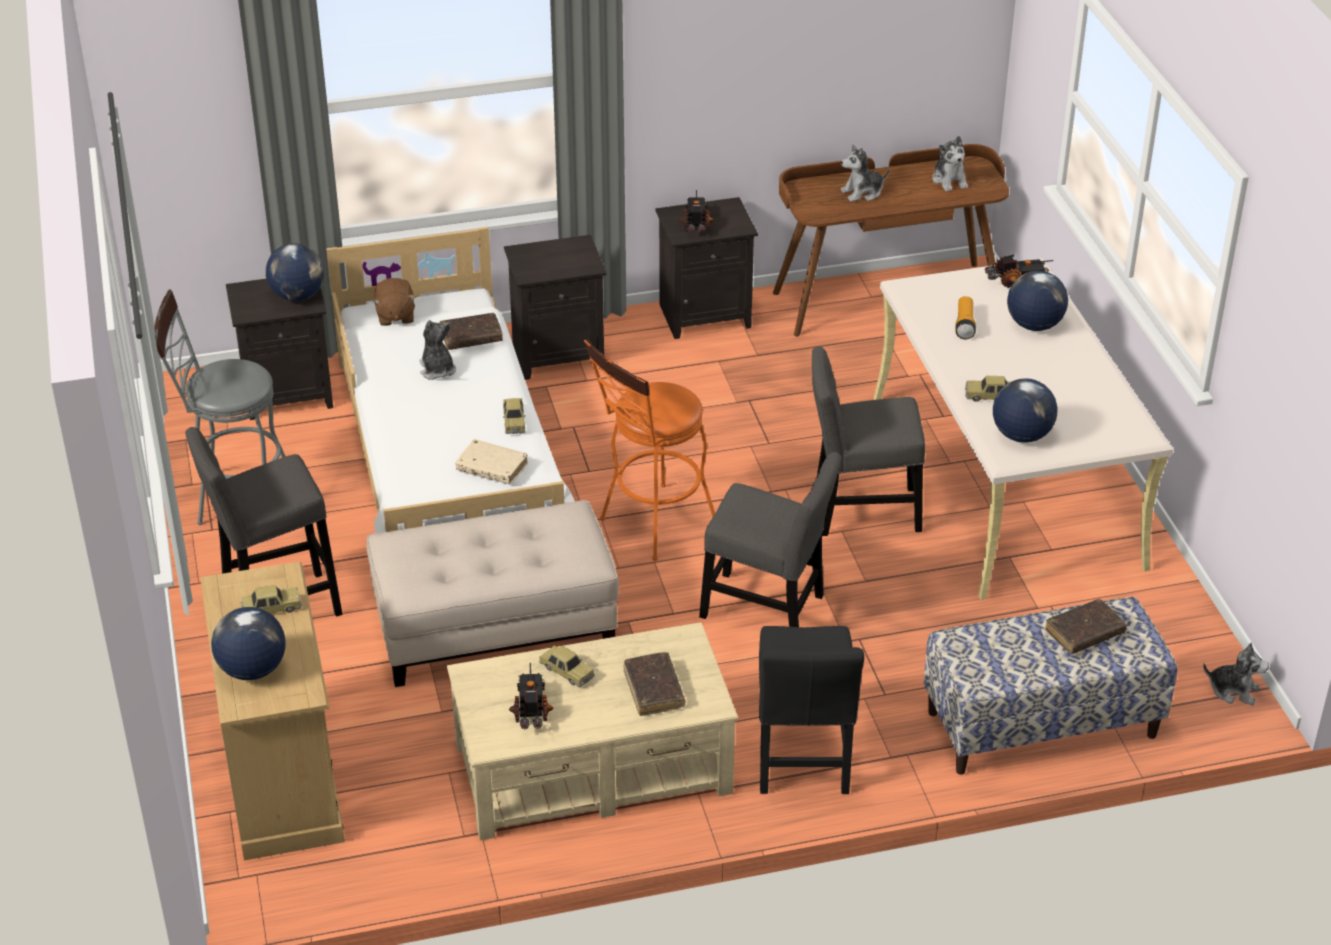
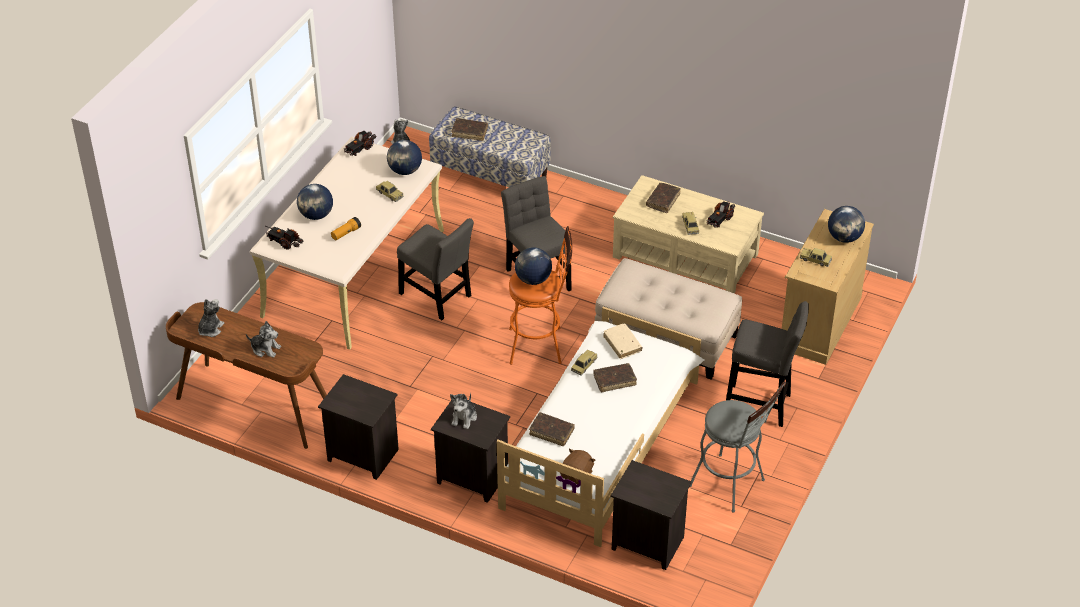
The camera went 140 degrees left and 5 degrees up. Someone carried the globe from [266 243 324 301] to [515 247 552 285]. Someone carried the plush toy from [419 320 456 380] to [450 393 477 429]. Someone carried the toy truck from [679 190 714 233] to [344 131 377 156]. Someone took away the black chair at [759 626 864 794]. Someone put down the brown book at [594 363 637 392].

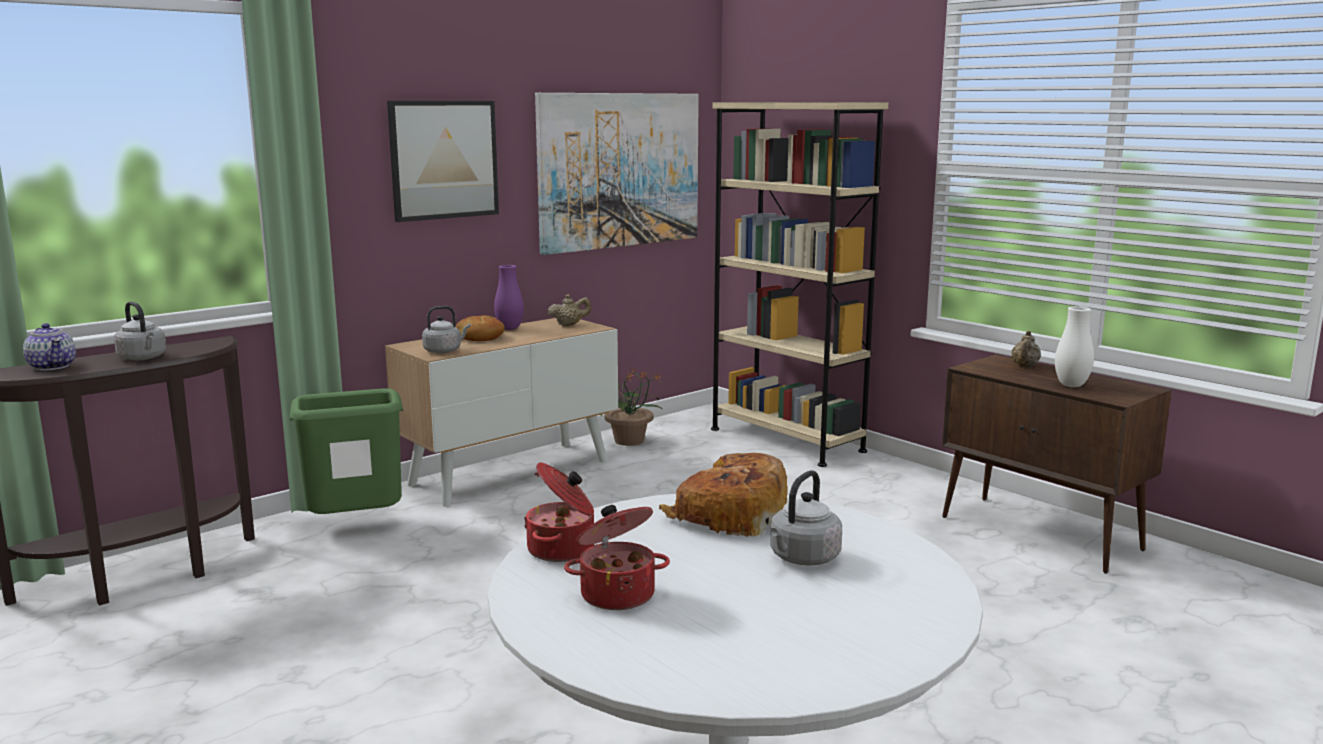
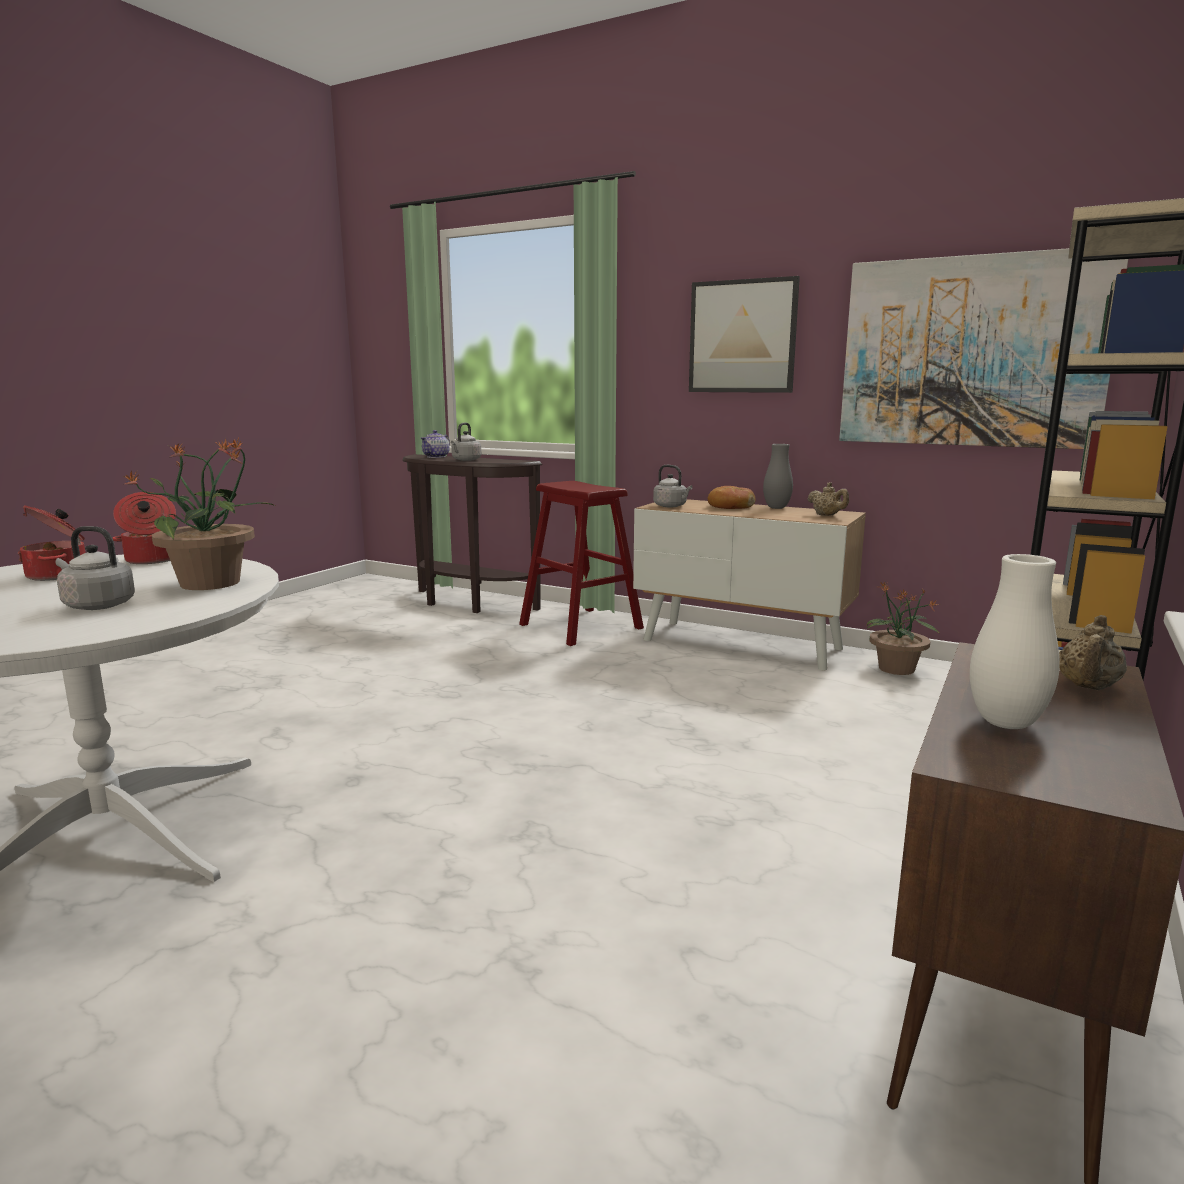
The camera went 70 degrees right and 0 degrees up. Someone swapped the green trash can at [290 388 403 514] for the red stool at [519 481 644 646]. Someone repainted the purple vase at [494 265 524 330], which became the grey vase at [763 444 793 509]. Someone swapped the bread at [659 453 788 537] for the potted plant at [124 438 275 590]. Someone rotated the beige teapot at [1011 331 1041 367] by 60 degrees counterclockwise.

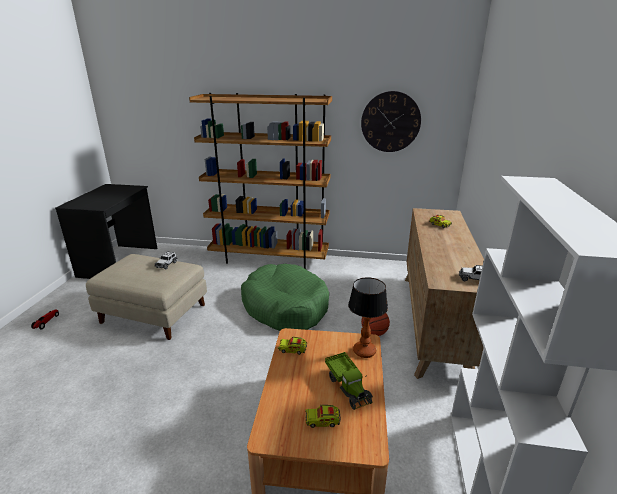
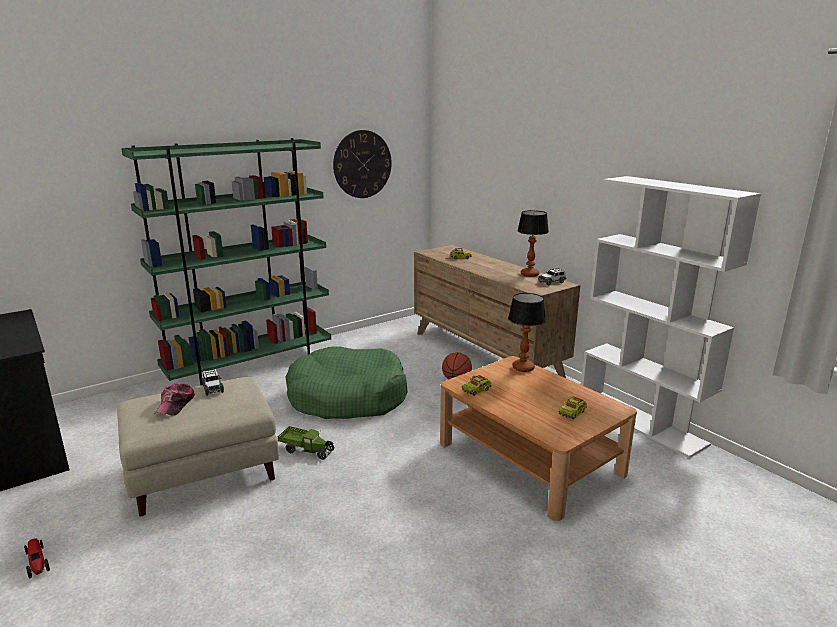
The camera went 45 degrees left and 5 degrees down. Someone repainted the brown bookcase at [189 93 332 269], which became the green bookcase at [121 138 331 385]. Someone carried the toy truck from [325 352 373 410] to [278 426 335 460]. Someone put down the cap at [154 383 195 416]. Someone put down the table lamp at [517 210 549 277].

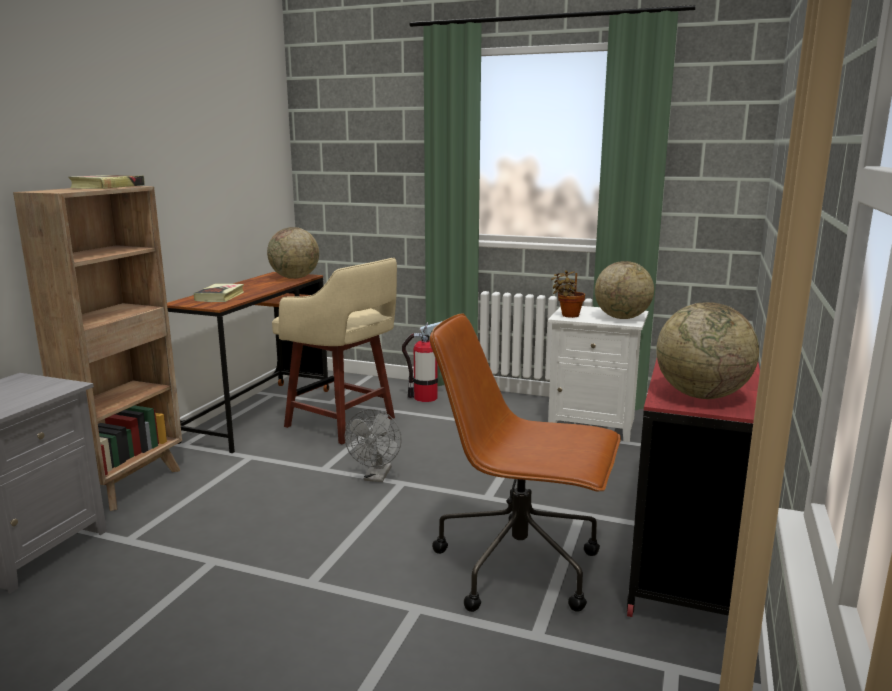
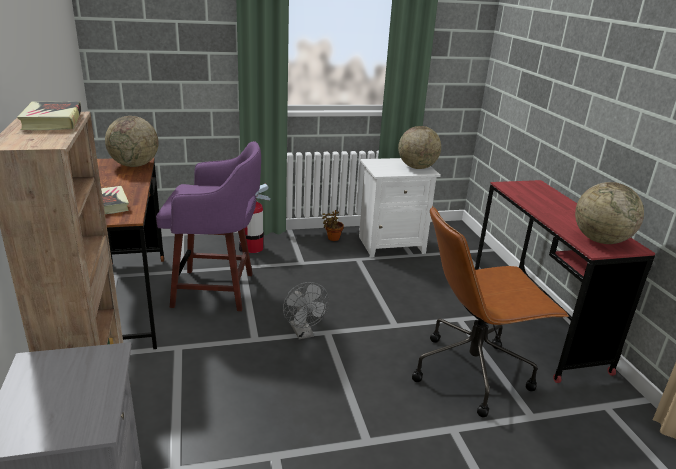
The camera went 35 degrees left and 10 degrees up. Someone repainted the beige stool at [272 258 397 444], which became the purple stool at [156 141 261 311]. Someone carried the potted plant from [551 270 585 318] to [322 210 344 241].

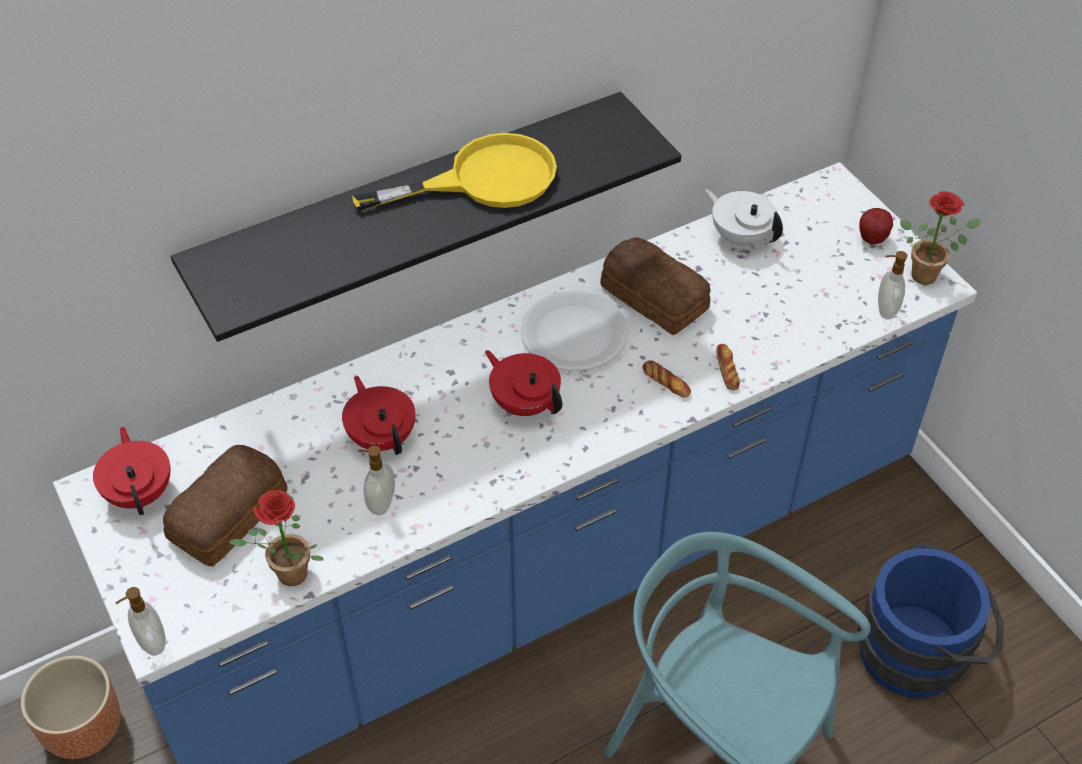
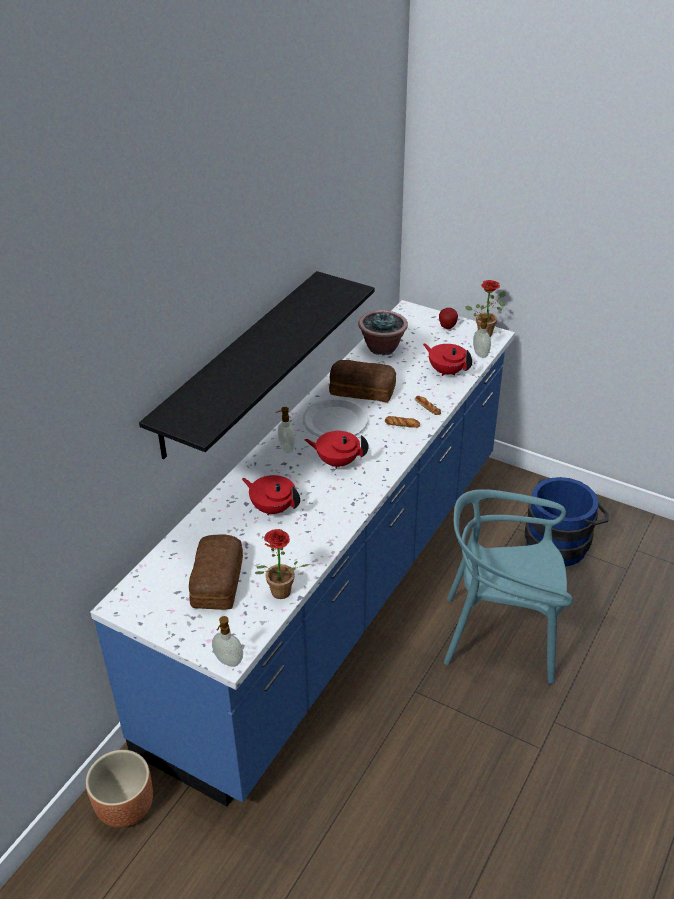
The camera went 30 degrees left and 10 degrees down. Someone carried the red teapot from [93 427 170 515] to [423 344 472 376]. Someone took away the yellow frying pan at [352 133 557 211]. Someone carried the soap dispenser from [358 446 395 515] to [276 407 295 453]. Someone swapped the white teapot at [705 189 783 245] for the potted plant at [358 310 408 355].

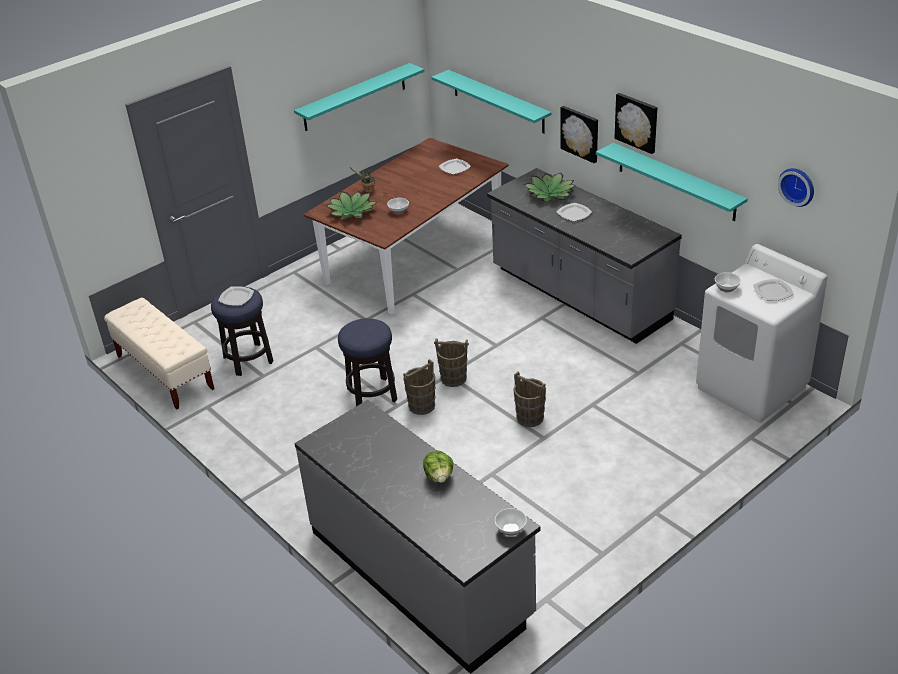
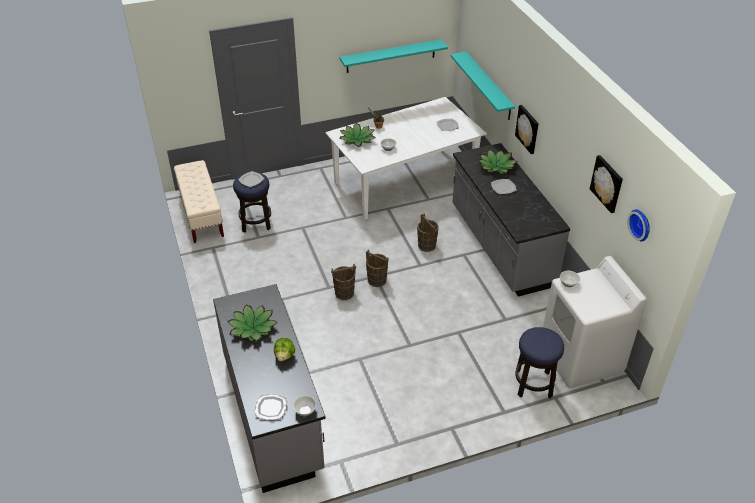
The camera went 20 degrees right and 5 degrees up. Someone repainted the brown dining table at [304 138 509 315], which became the white dining table at [325 97 487 219]. Someone carried the stool from [338 318 397 406] to [515 327 564 398]. Someone carried the brown bucket from [513 371 546 427] to [417 213 439 252]. Someone took away the turquoise shelf at [596 143 748 221]. Someone carried the picture from [615 93 658 154] to [590 155 623 213]. Someone carried the plate from [753 279 794 301] to [255 394 287 420]. Someone put down the potted plant at [227 304 278 342].

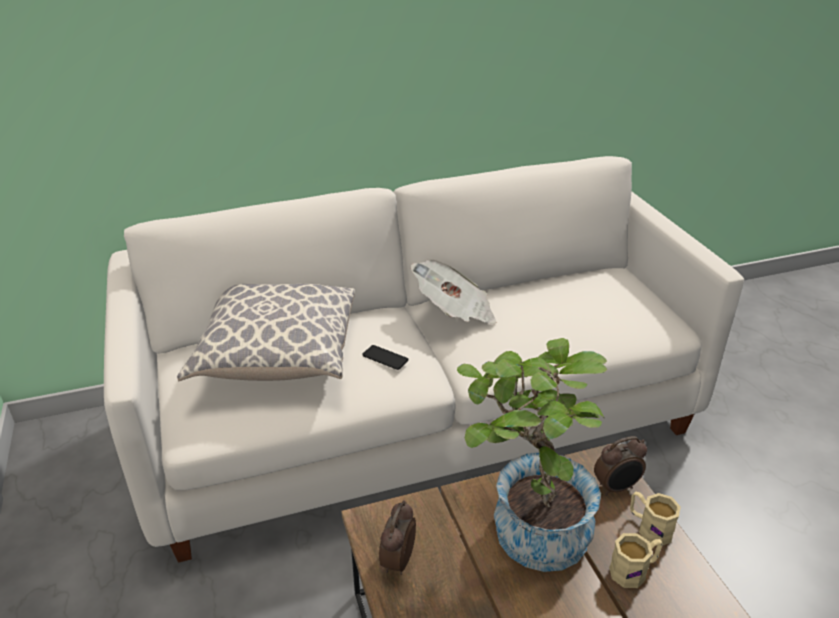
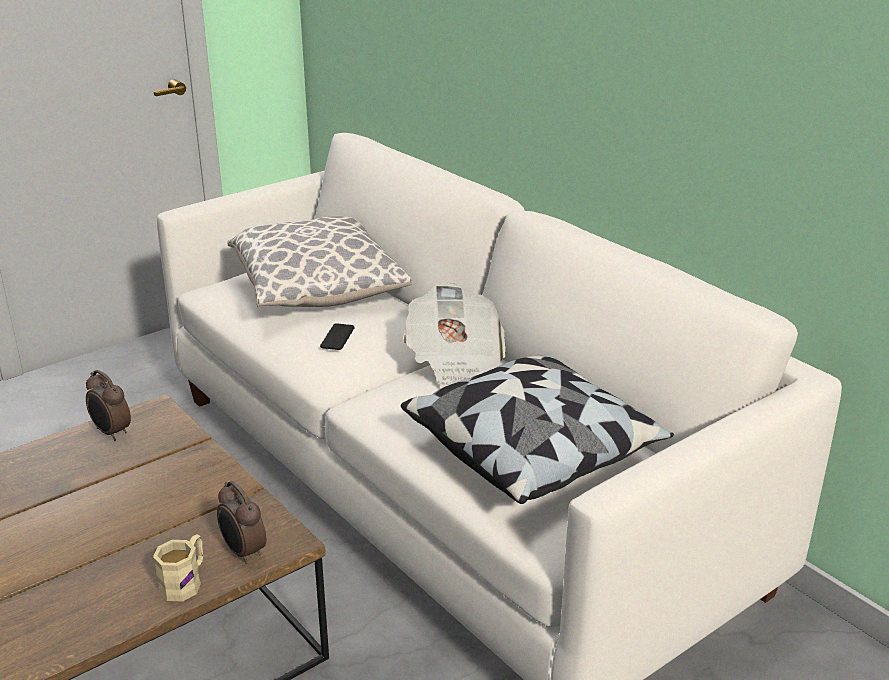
The camera went 70 degrees right and 5 degrees down. Someone rotated the alarm clock at [379 500 416 575] by 135 degrees counterclockwise. Someone took away the potted plant at [457 338 607 572]. Someone took away the beige mug at [609 533 663 588]. Someone put down the pillow at [401 354 674 504].

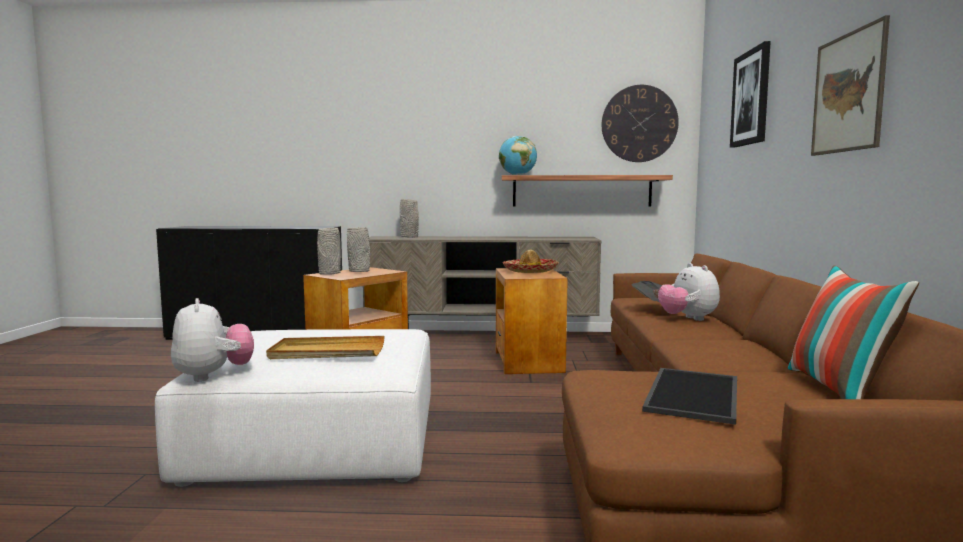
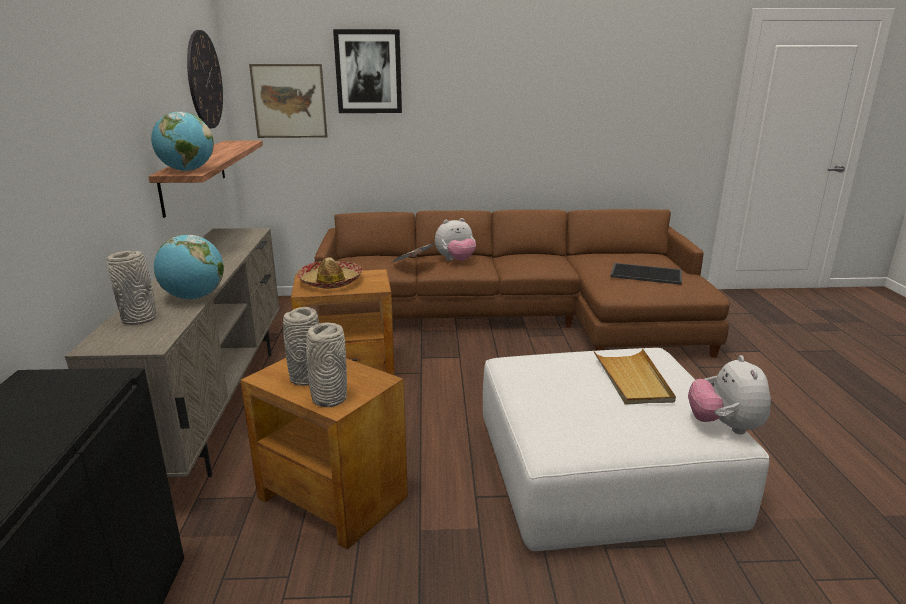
The camera went 95 degrees left and 15 degrees up. Someone rotated the plush toy at [171 298 254 382] by 60 degrees counterclockwise. Someone took away the pillow at [788 265 919 399]. Someone carried the picture from [811 15 890 156] to [249 64 327 138]. Someone put down the globe at [154 235 224 299].

